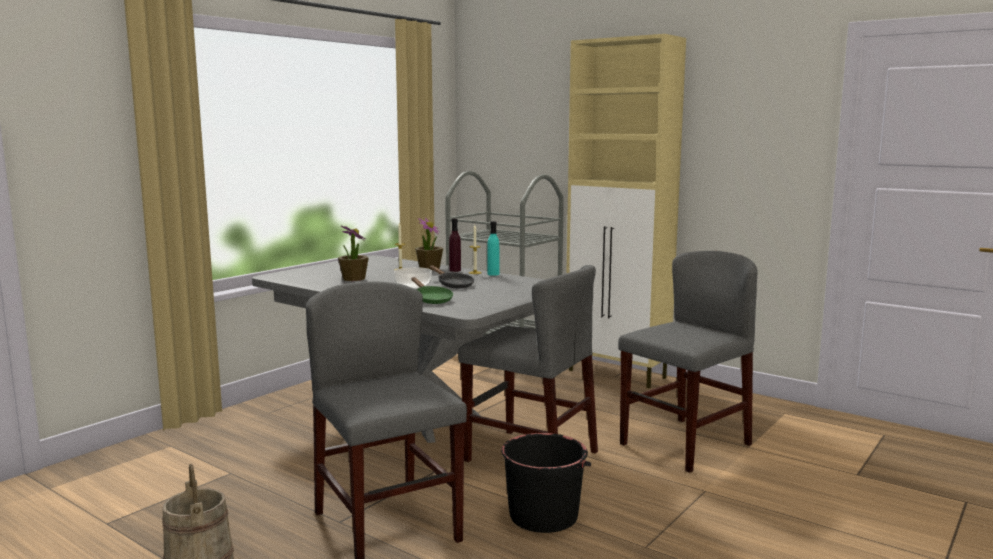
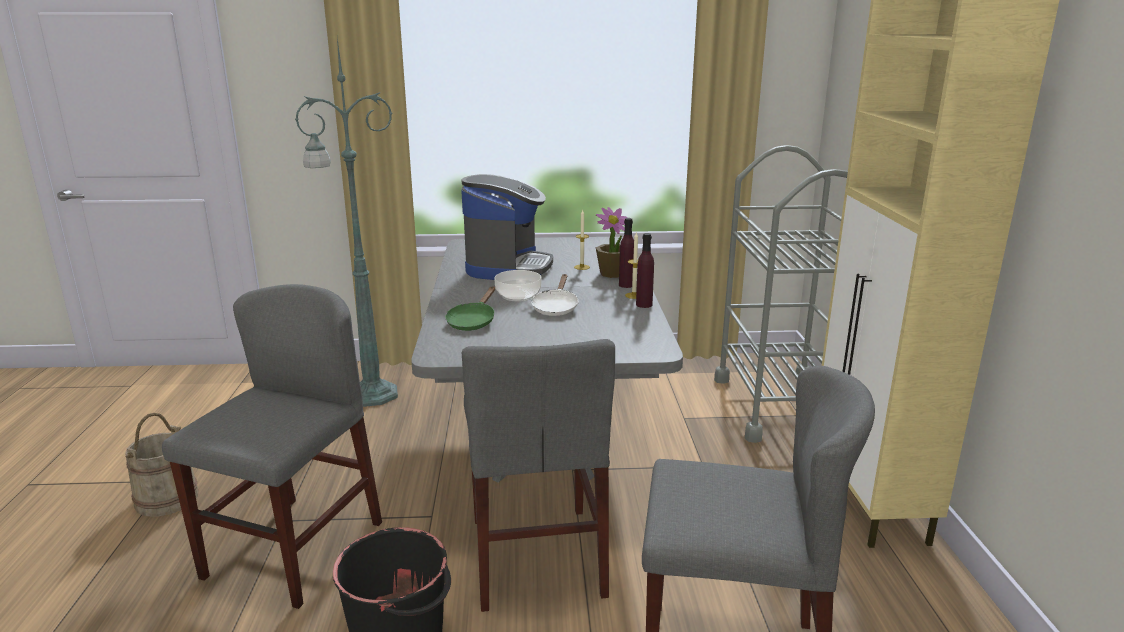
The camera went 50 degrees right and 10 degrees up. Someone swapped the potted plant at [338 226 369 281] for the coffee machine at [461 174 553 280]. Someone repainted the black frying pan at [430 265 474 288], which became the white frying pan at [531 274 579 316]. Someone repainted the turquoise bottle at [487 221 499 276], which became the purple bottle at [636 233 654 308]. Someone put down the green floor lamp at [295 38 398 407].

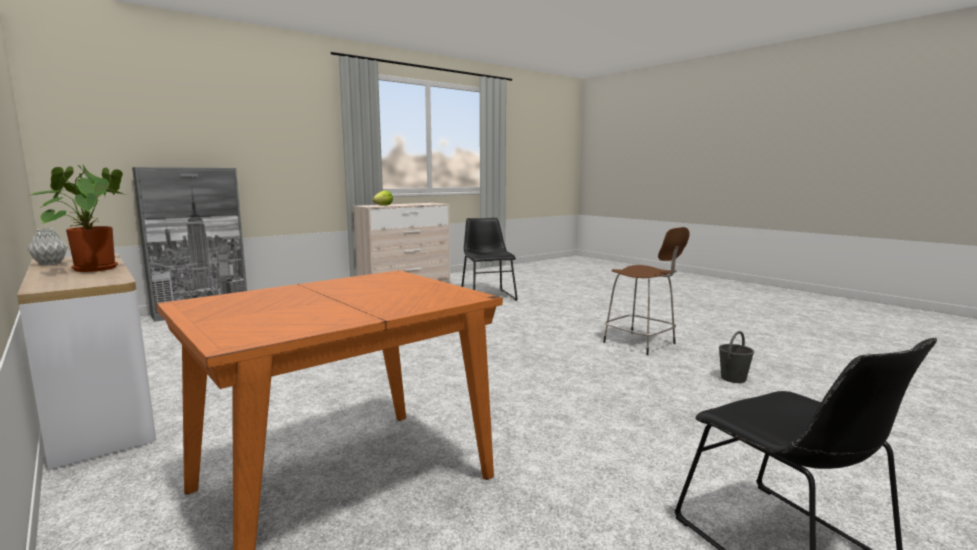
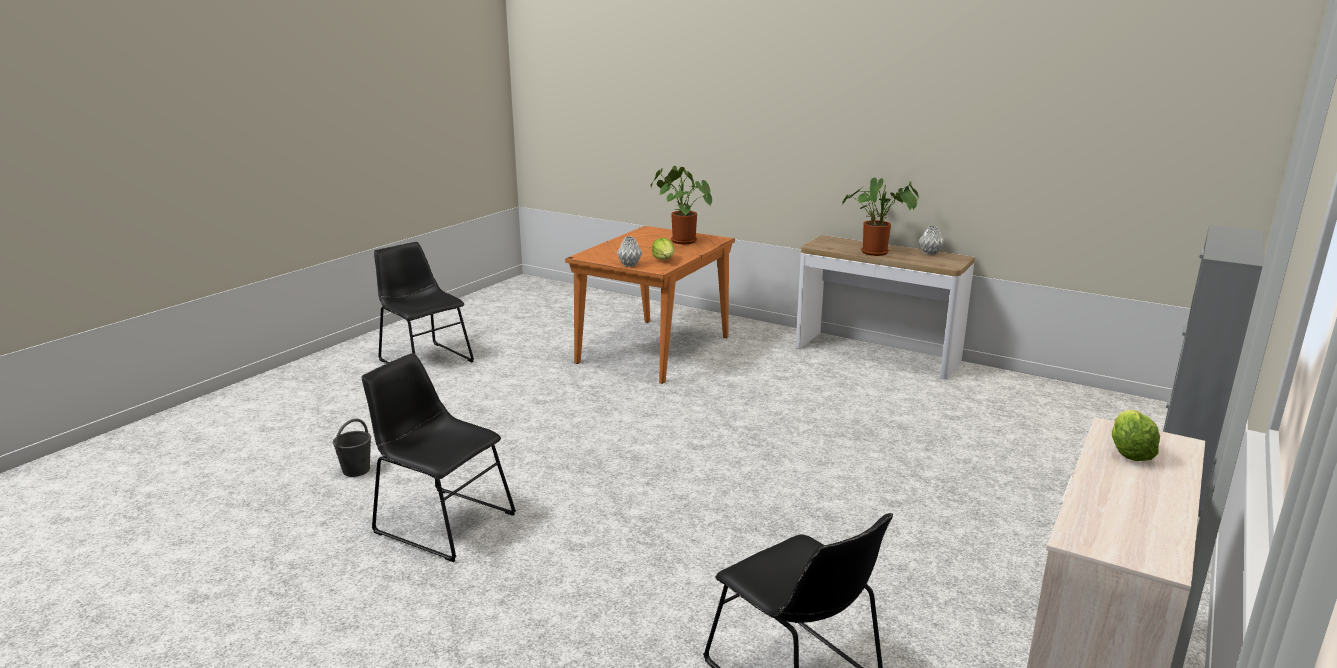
The camera went 160 degrees right and 10 degrees up. Someone swapped the brown stool at [603 227 689 355] for the black chair at [362 353 516 562]. Someone put down the grey vase at [617 236 642 267]. Someone put down the potted plant at [650 166 712 244]. Someone put down the lettuce at [652 238 675 260].

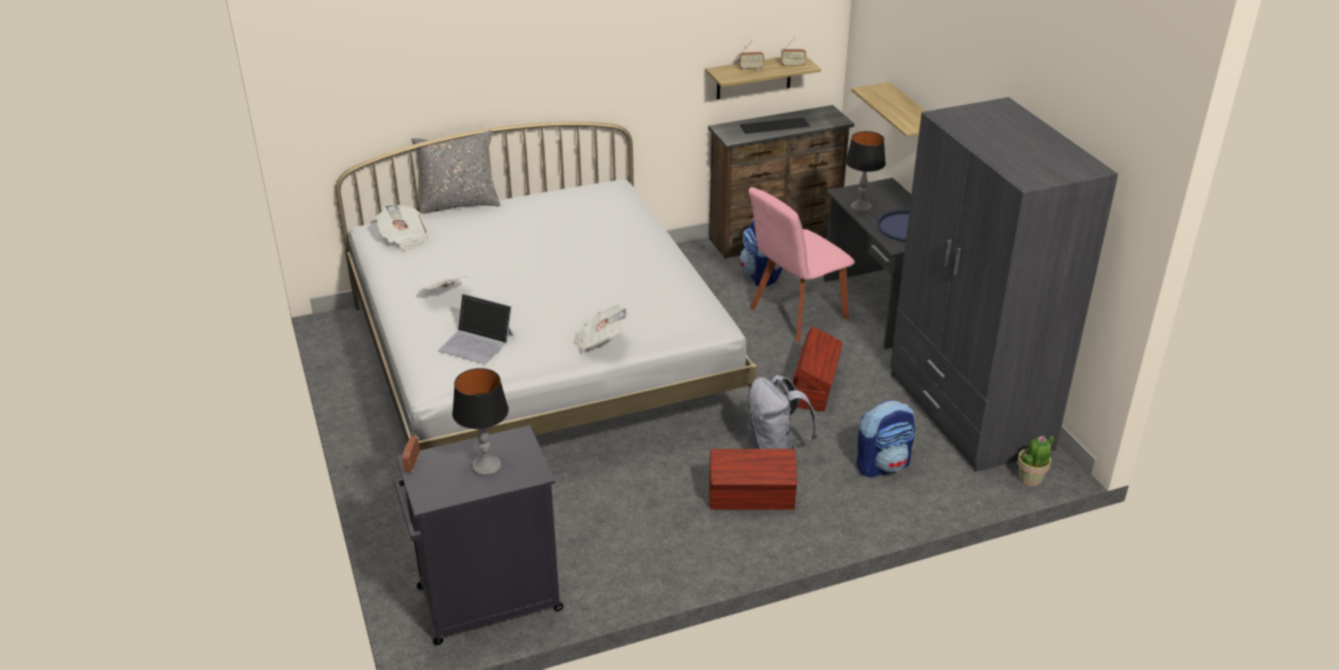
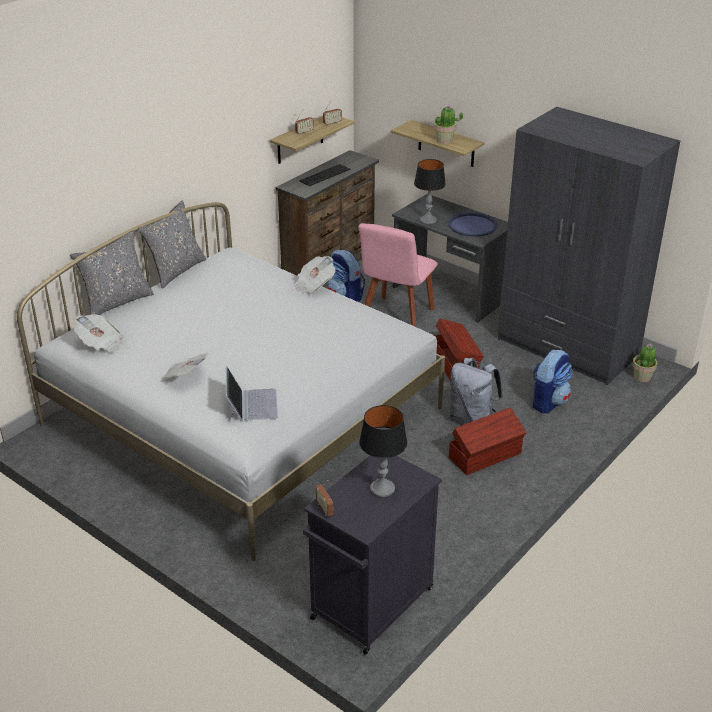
The camera went 30 degrees left and 0 degrees up. Someone rotated the laptop at [438 294 513 364] by 90 degrees counterclockwise. Someone carried the newspaper from [571 305 629 351] to [292 256 335 294]. Someone put down the grey pillow at [138 200 206 289]. Someone put down the potted plant at [434 105 463 144].

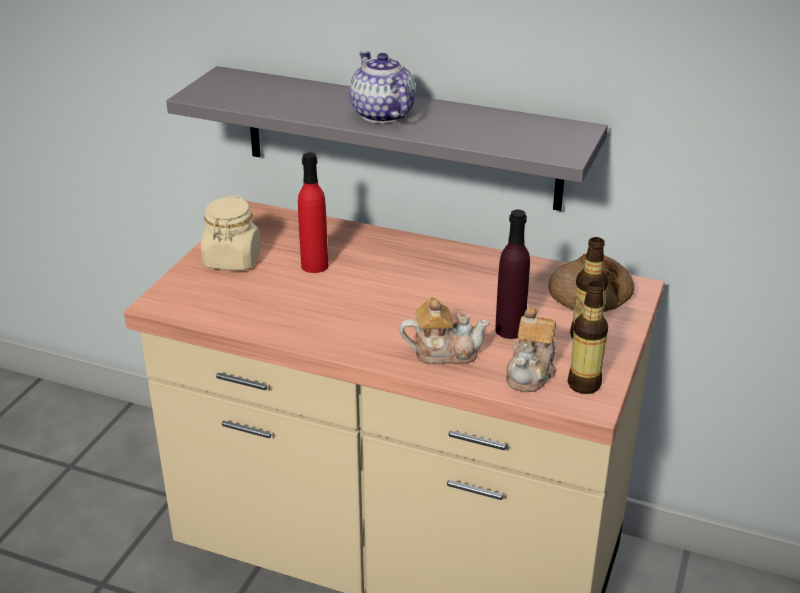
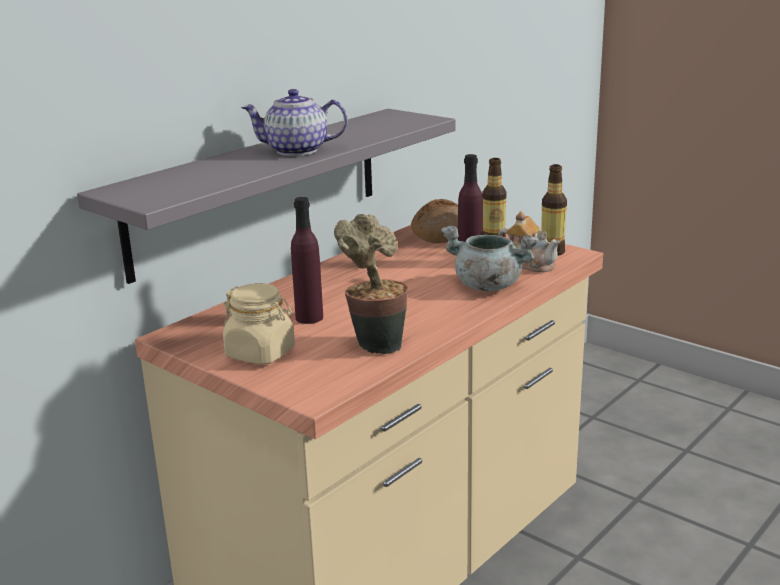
The camera went 70 degrees left and 10 degrees down. Someone repainted the red bottle at [298 153 328 273], which became the purple bottle at [291 197 323 324]. Someone swapped the teapot at [400 297 490 364] for the grey cooking pot at [441 226 539 291]. Someone put down the potted plant at [334 214 409 354].

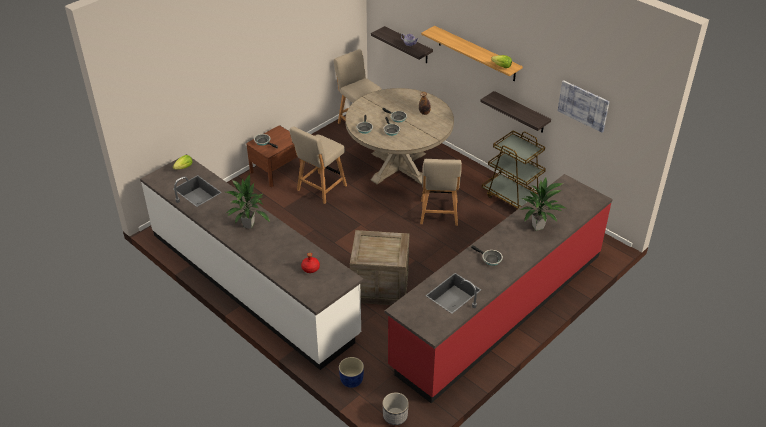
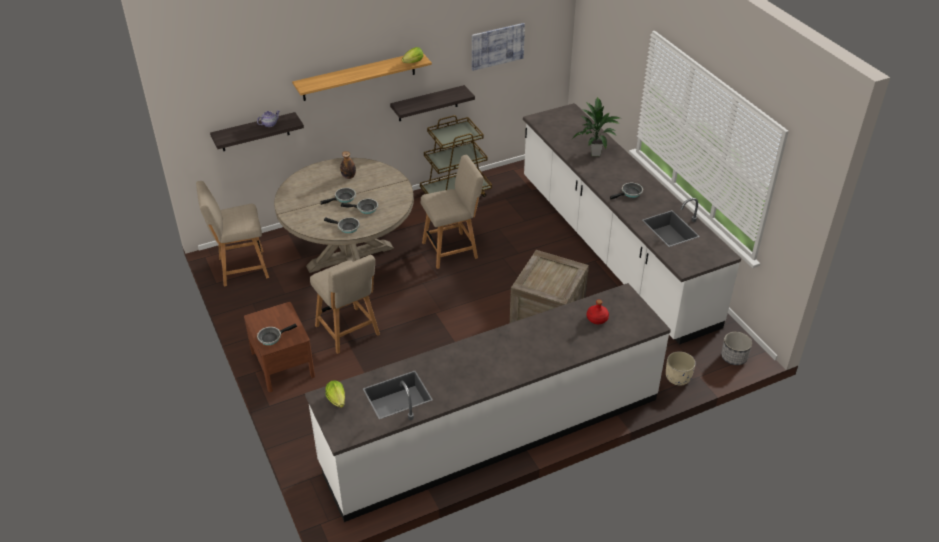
The camera went 70 degrees left and 0 degrees up. Someone took away the potted plant at [226 174 270 229]. Someone repainted the blue planter at [339 357 364 388], which became the beige planter at [666 351 696 386]. Someone repainted the red counter at [385 174 613 403], which became the white counter at [523 103 741 345]. Someone rotated the beige chair at [420 159 462 226] by 45 degrees counterclockwise.

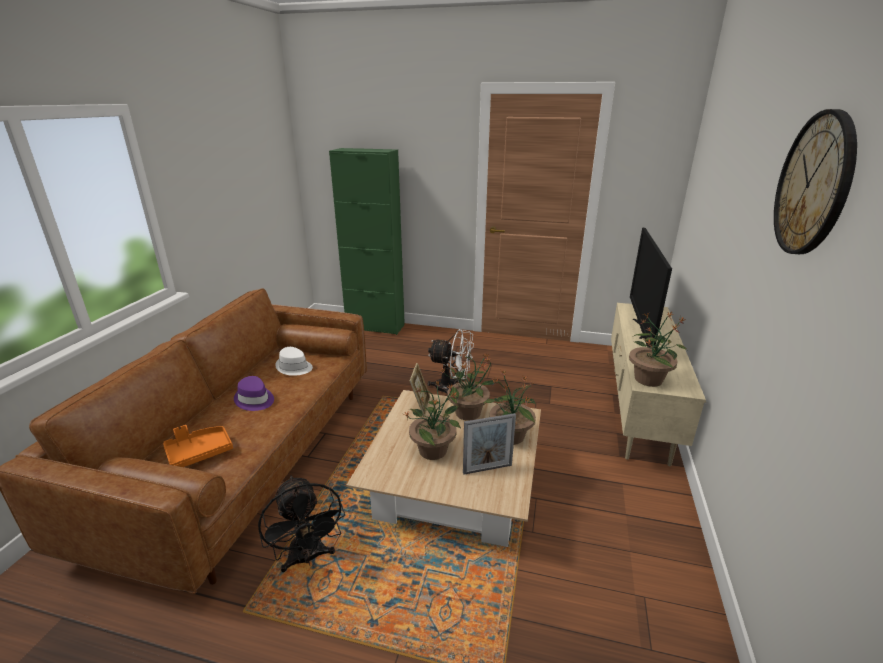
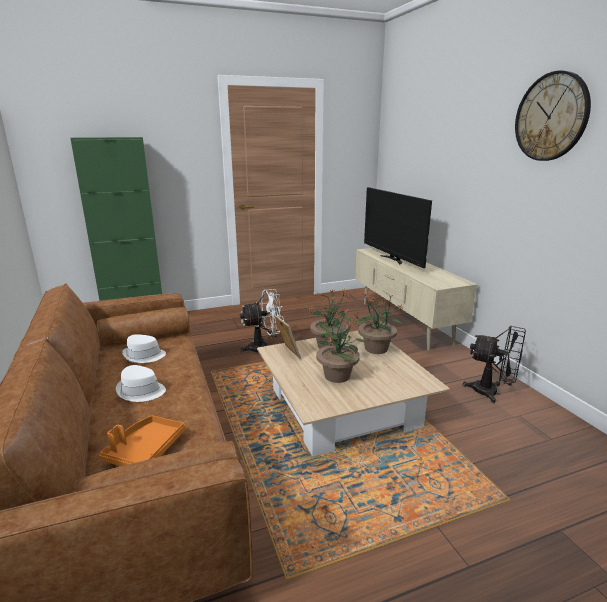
The camera went 35 degrees left and 5 degrees down. Someone repainted the purple hat at [234 376 274 411], which became the white hat at [116 365 166 402]. Someone carried the black fan from [258 476 345 572] to [463 325 526 403]. Someone took away the picture frame at [463 413 516 475]. Someone took away the potted plant at [629 311 687 387].

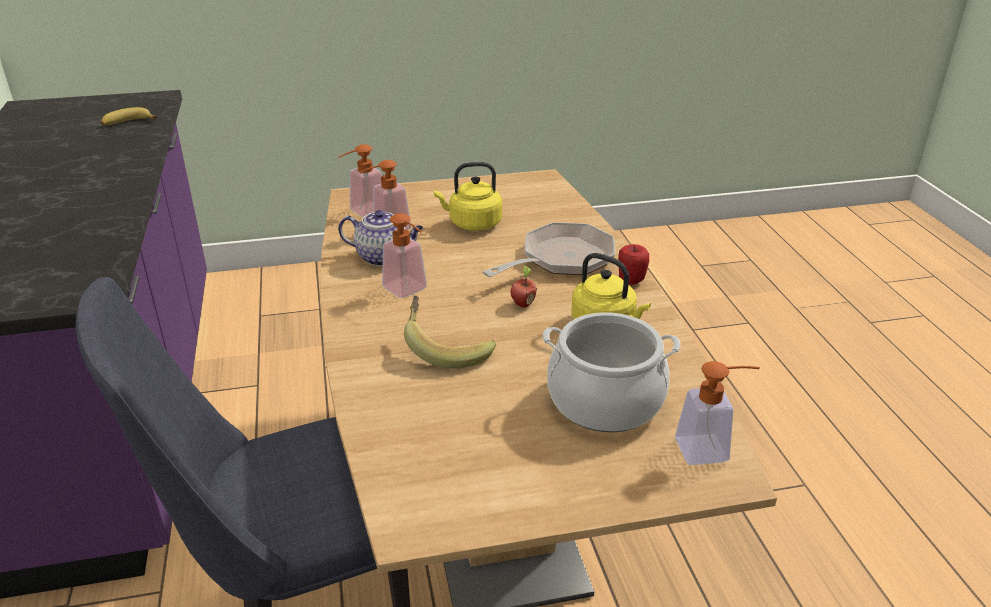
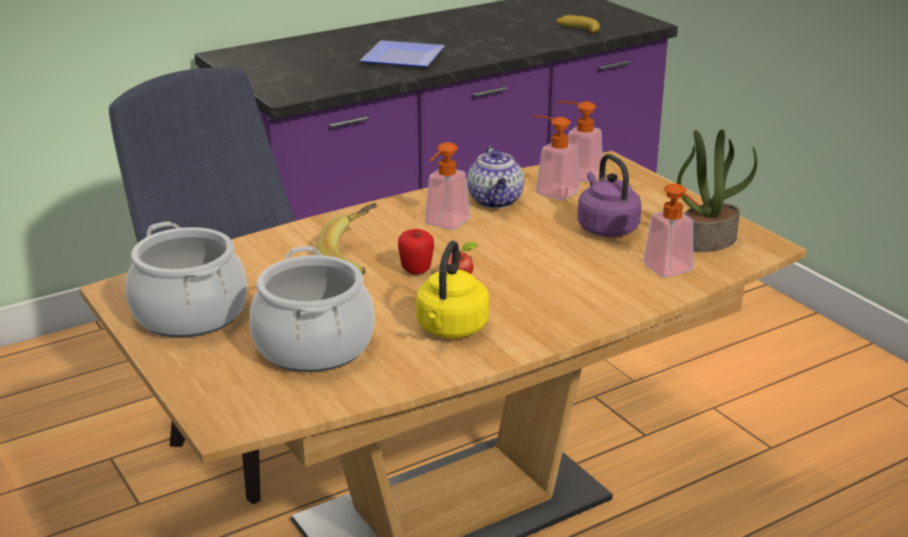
The camera went 70 degrees right and 5 degrees down. Someone repainted the yellow kettle at [433 162 502 231], which became the purple kettle at [578 154 642 237]. Someone took away the frying pan at [482 222 615 277]. Someone carried the apple from [618 244 649 285] to [398 229 434 275]. Someone carried the soap dispenser from [675 361 760 465] to [643 184 699 277]. Someone put down the cooking pot at [126 221 247 337]. Someone put down the plate at [360 40 444 67]. Someone put down the potted plant at [677 129 757 252].

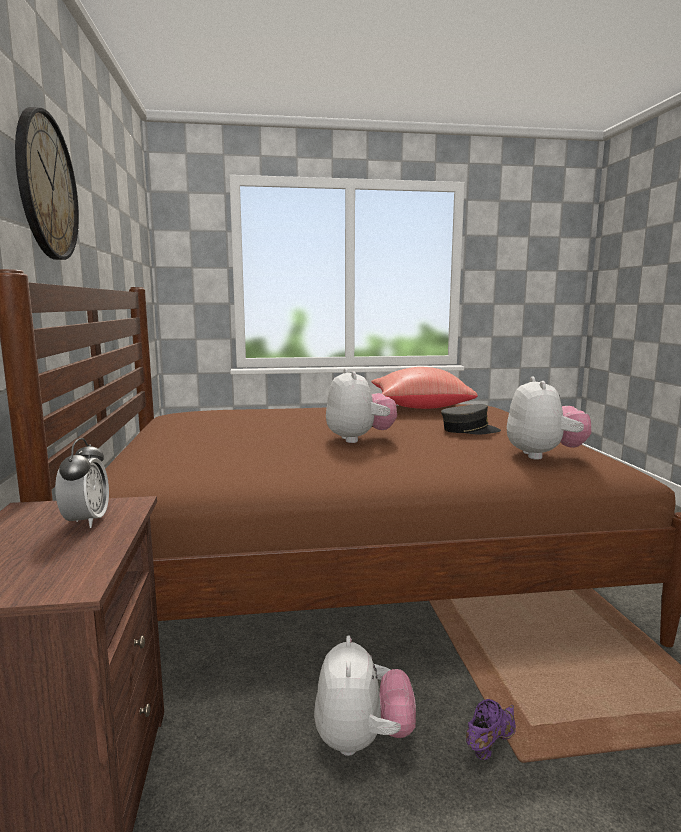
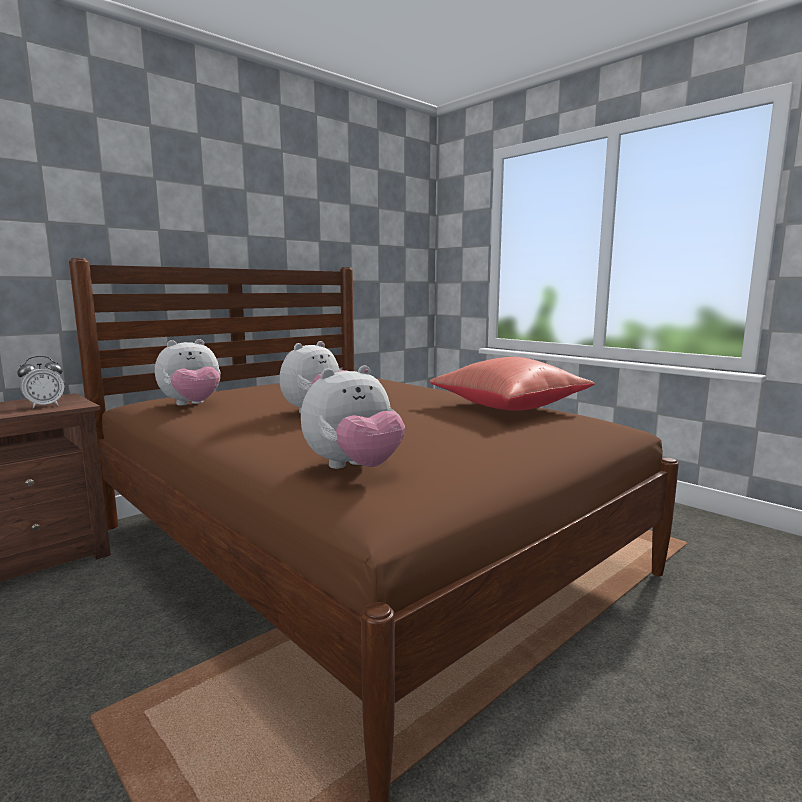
The camera went 55 degrees right and 0 degrees up. Someone took away the wall clock at [15 107 79 260]. Someone carried the plush toy from [314 636 416 756] to [155 339 220 406]. Someone took away the grey cap at [441 404 501 434]. Someone took away the purple shoe at [466 699 516 760].

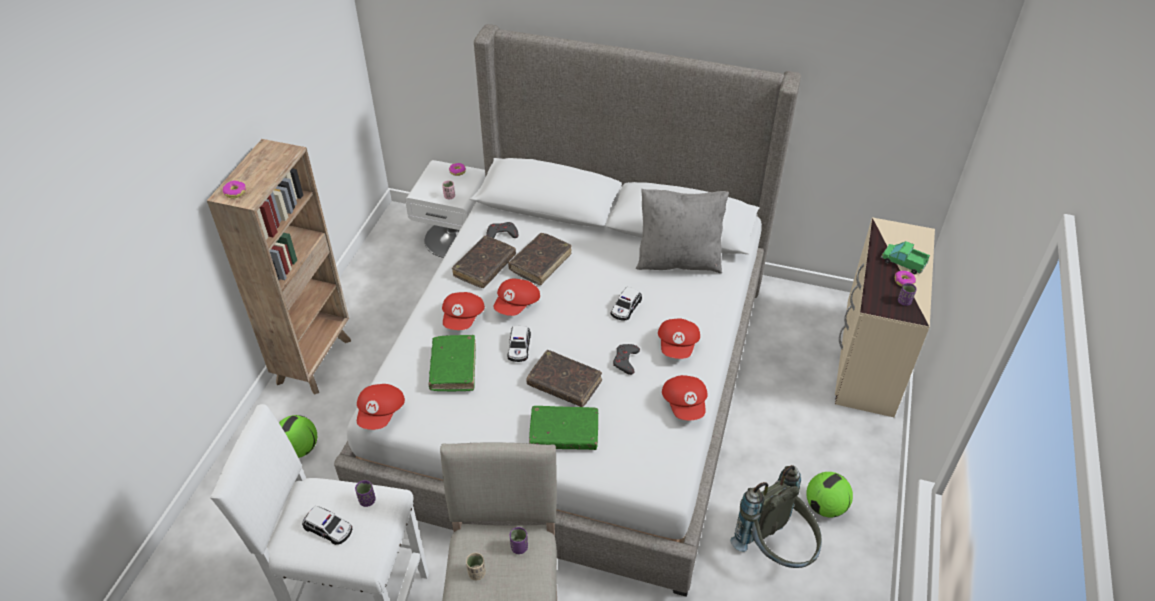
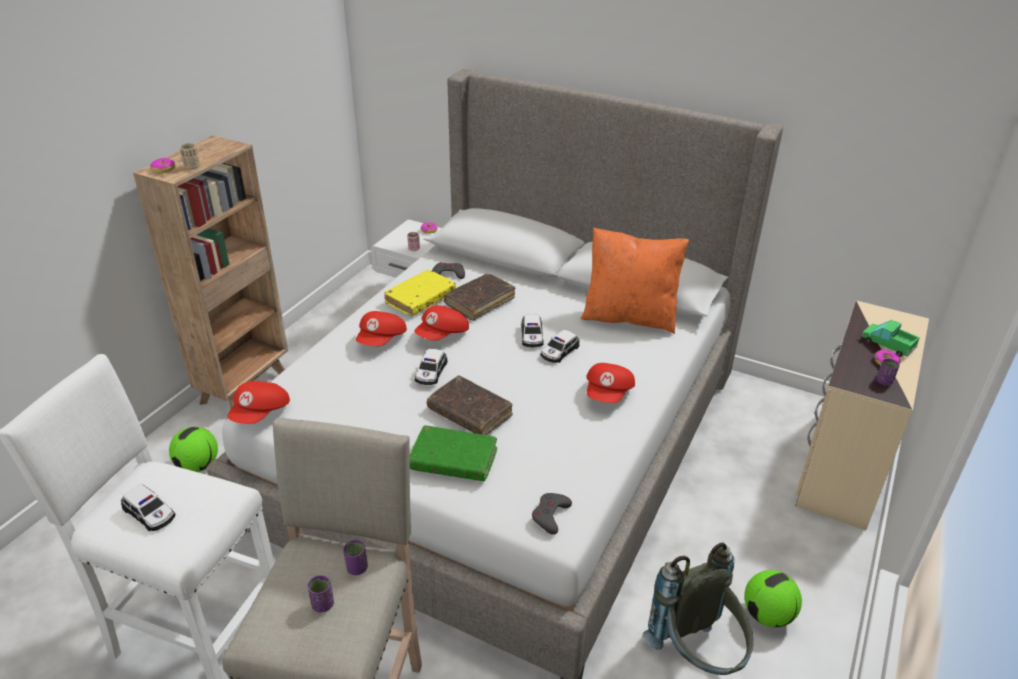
The camera went 10 degrees right and 10 degrees down. Someone carried the purple cup from [355 480 376 507] to [308 575 334 613]. Someone took away the green book at [429 335 476 391]. Someone repainted the brown book at [452 236 516 288], which became the yellow book at [384 270 456 316]. Someone carried the beige cup from [466 553 486 580] to [180 143 200 169]. Someone carried the grey game controller from [613 344 640 375] to [532 493 572 535]. Someone repainted the grey pillow at [636 189 729 273], which became the orange pillow at [581 227 689 334]. Someone took away the red cap at [662 375 708 420]. Someone put down the toy car at [521 314 544 347].

